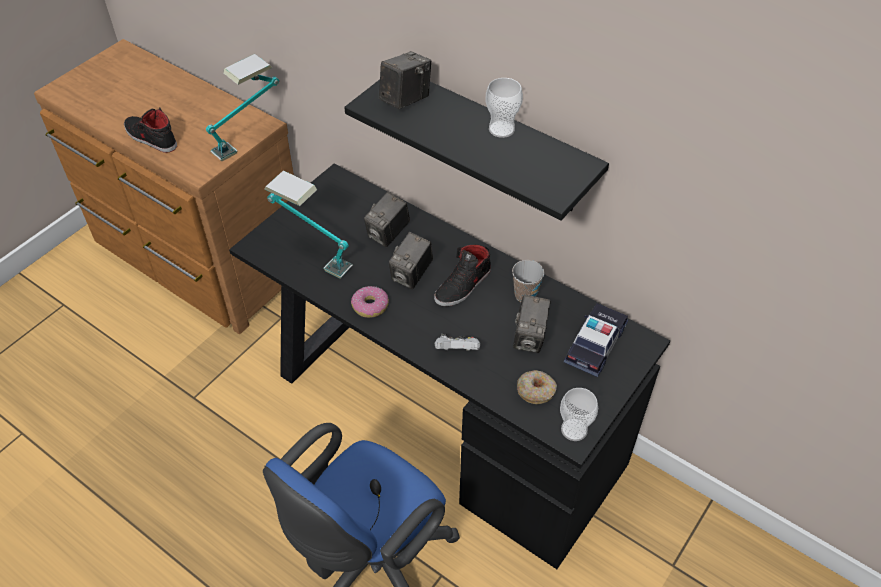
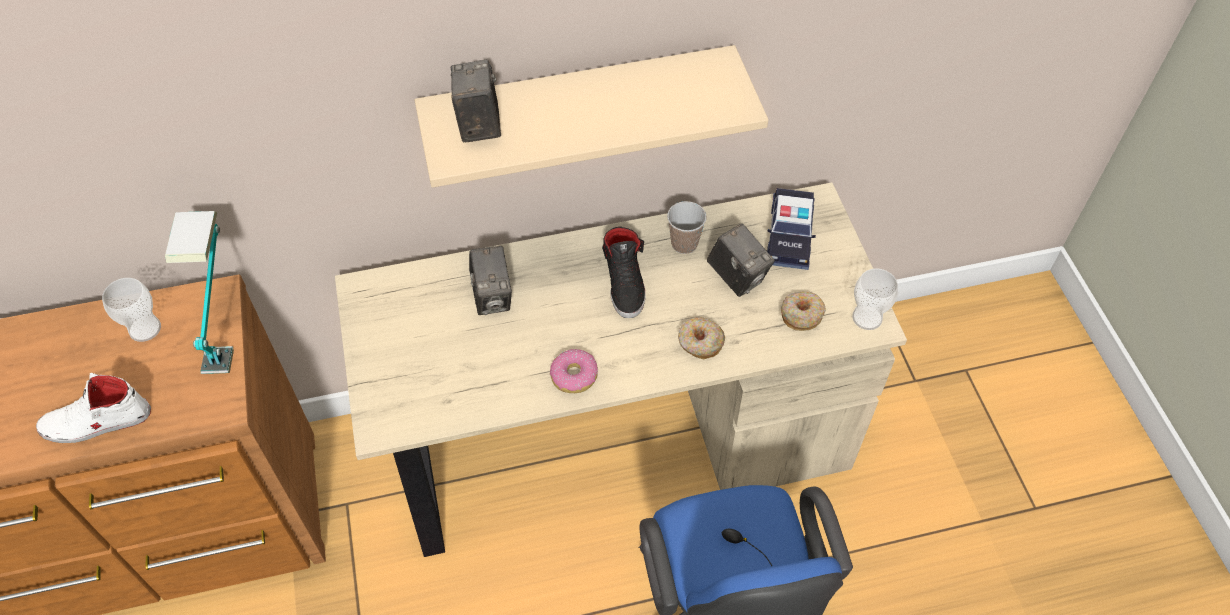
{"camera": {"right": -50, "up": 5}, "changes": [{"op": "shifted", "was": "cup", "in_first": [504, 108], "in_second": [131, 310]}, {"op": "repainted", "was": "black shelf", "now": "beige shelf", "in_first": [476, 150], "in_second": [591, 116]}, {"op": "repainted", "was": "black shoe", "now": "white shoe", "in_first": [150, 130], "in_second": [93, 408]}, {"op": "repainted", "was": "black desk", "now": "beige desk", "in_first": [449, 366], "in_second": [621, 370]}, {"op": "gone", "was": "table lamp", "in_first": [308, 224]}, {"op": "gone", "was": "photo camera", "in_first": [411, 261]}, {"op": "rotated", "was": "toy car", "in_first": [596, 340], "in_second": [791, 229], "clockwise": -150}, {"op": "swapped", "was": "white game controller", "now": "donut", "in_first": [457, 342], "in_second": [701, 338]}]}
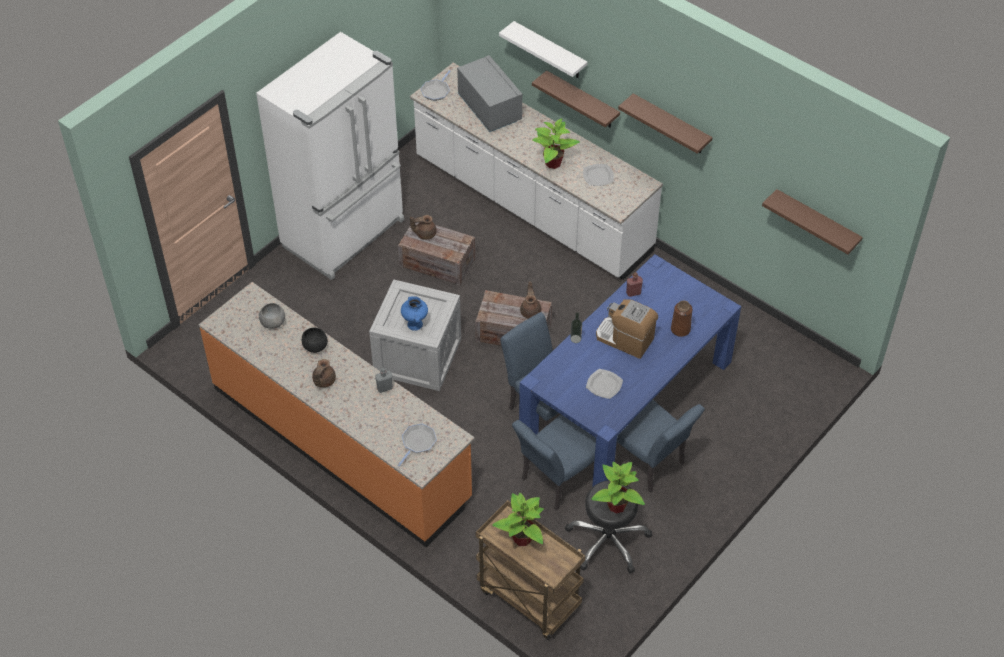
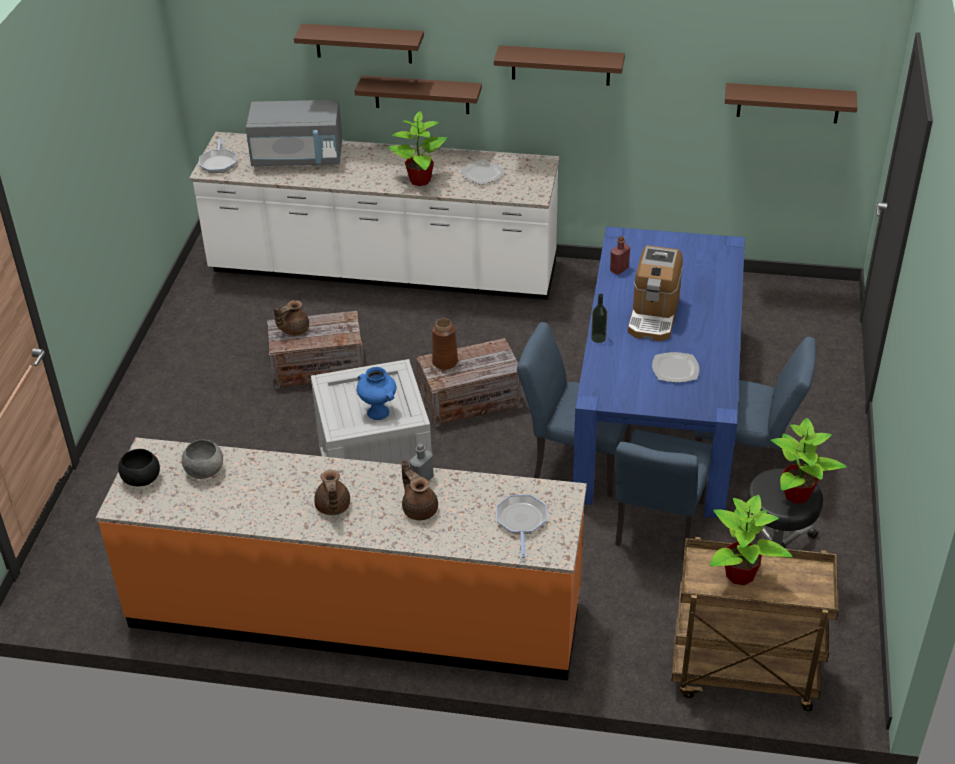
{"camera": {"right": -30, "up": -10}, "changes": [{"op": "repainted", "was": "white shelf", "now": "brown shelf", "in_first": [543, 49], "in_second": [359, 43]}, {"op": "gone", "was": "white fridge", "in_first": [330, 156]}, {"op": "rotated", "was": "grey microwave", "in_first": [489, 93], "in_second": [294, 133], "clockwise": 150}, {"op": "shifted", "was": "brown teapot", "in_first": [530, 300], "in_second": [420, 490]}, {"op": "rotated", "was": "coffee machine", "in_first": [627, 329], "in_second": [655, 293], "clockwise": -75}, {"op": "shifted", "was": "brown vase", "in_first": [681, 318], "in_second": [445, 344]}, {"op": "shifted", "was": "black bowl", "in_first": [315, 340], "in_second": [139, 467]}]}
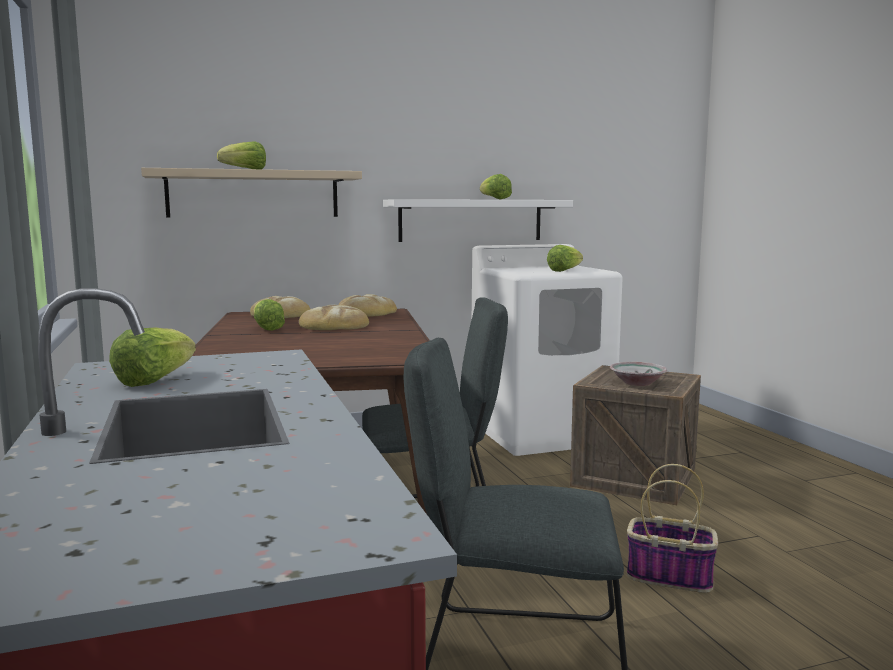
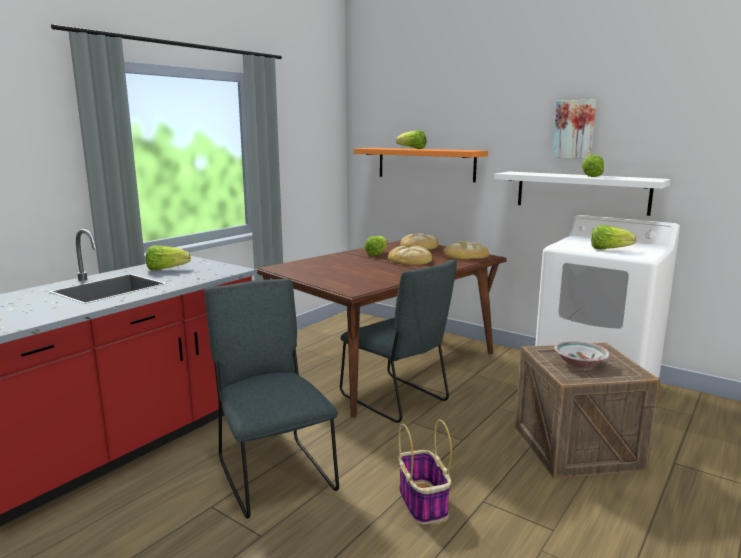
{"camera": {"right": 55, "up": 5}, "changes": [{"op": "repainted", "was": "beige shelf", "now": "orange shelf", "in_first": [251, 192], "in_second": [421, 165]}, {"op": "new", "now": "picture", "in_second": [574, 129]}]}
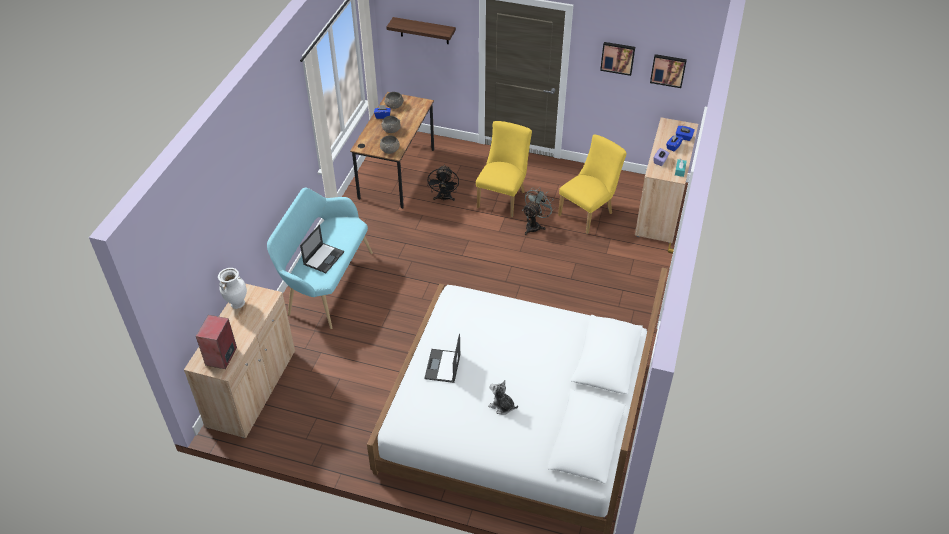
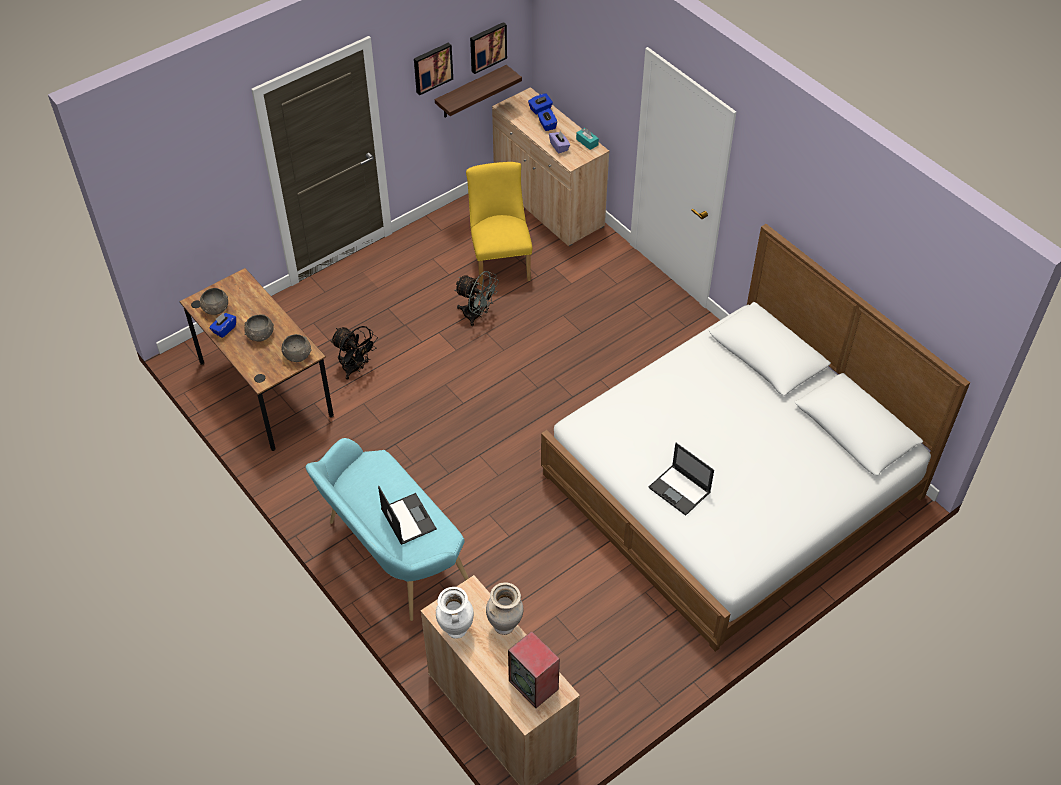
{"camera": {"right": -55, "up": 5}, "changes": [{"op": "shifted", "was": "shelf", "in_first": [421, 30], "in_second": [478, 91]}, {"op": "gone", "was": "yellow chair", "in_first": [504, 169]}, {"op": "rotated", "was": "grey fan", "in_first": [538, 211], "in_second": [477, 298], "clockwise": 135}, {"op": "gone", "was": "plush toy", "in_first": [503, 397]}, {"op": "new", "now": "beige vase", "in_second": [504, 608]}]}
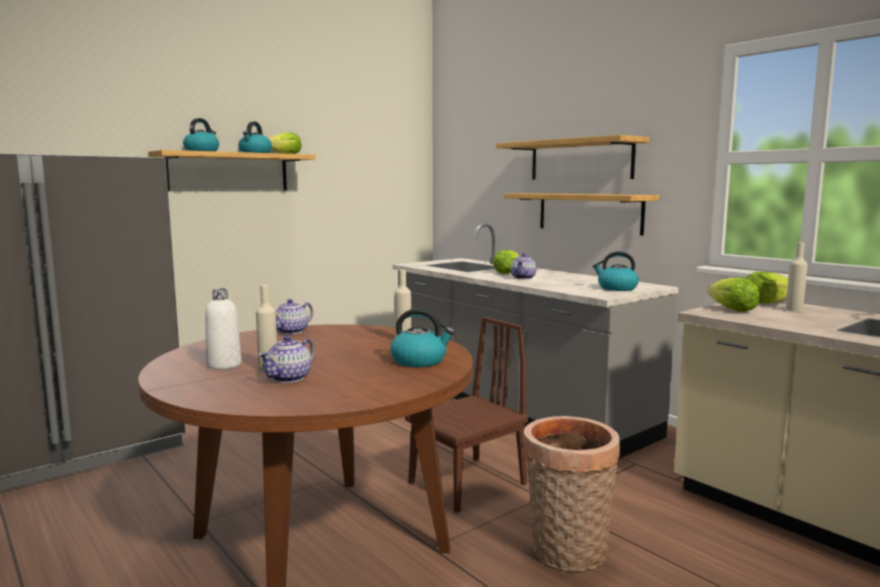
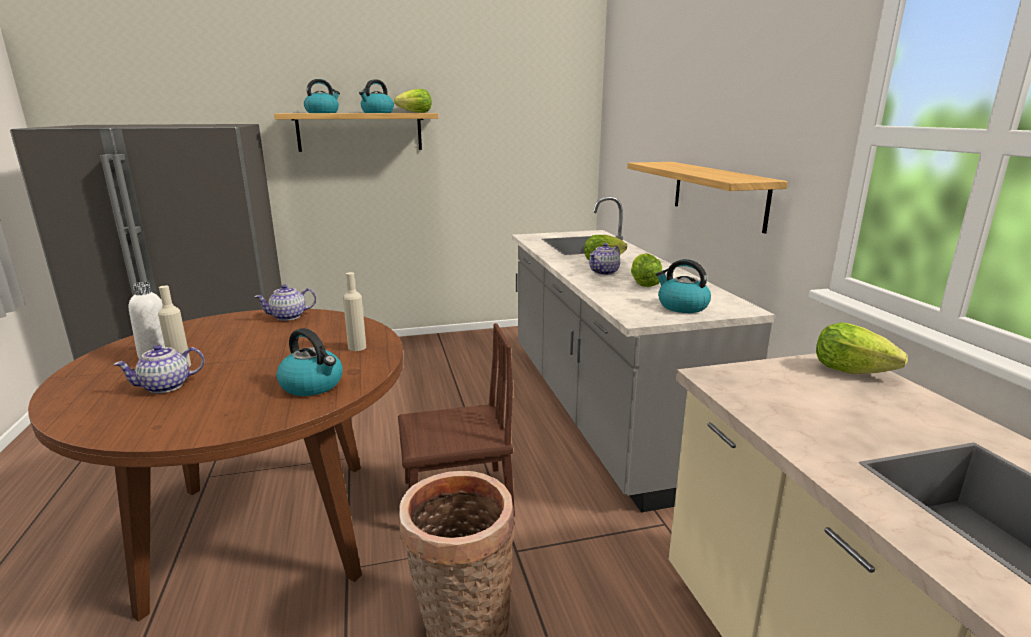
{"camera": {"right": 25, "up": 10}, "changes": [{"op": "gone", "was": "shelf", "in_first": [572, 157]}, {"op": "gone", "was": "beige bottle", "in_first": [796, 277]}, {"op": "shifted", "was": "lettuce", "in_first": [733, 294], "in_second": [646, 270]}]}
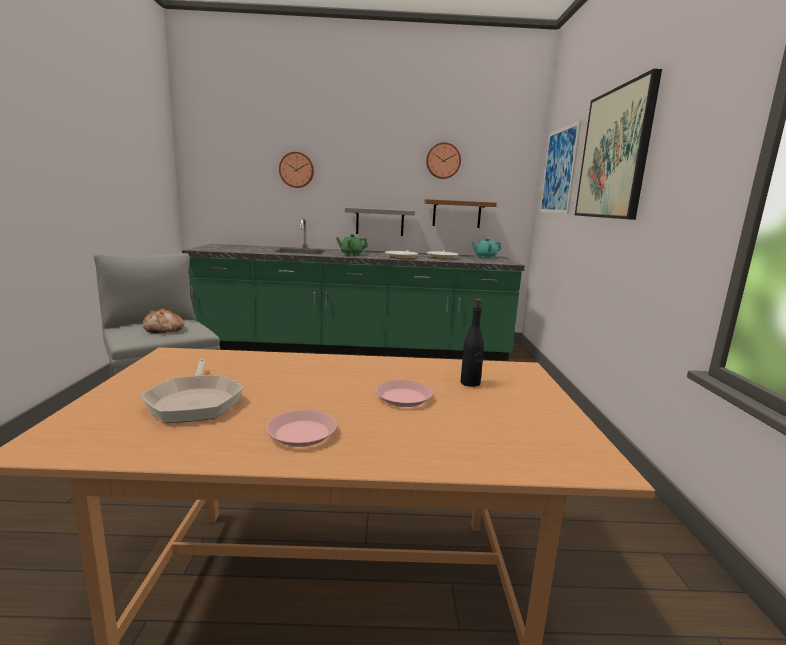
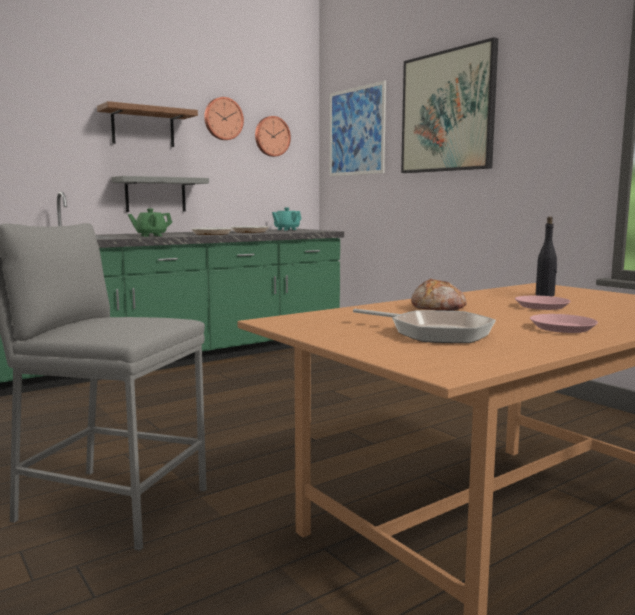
{"camera": {"right": -35, "up": -5}, "changes": [{"op": "shifted", "was": "wall clock", "in_first": [296, 170], "in_second": [273, 136]}, {"op": "shifted", "was": "brown shelf", "in_first": [460, 213], "in_second": [147, 124]}, {"op": "shifted", "was": "bread", "in_first": [163, 321], "in_second": [439, 294]}]}
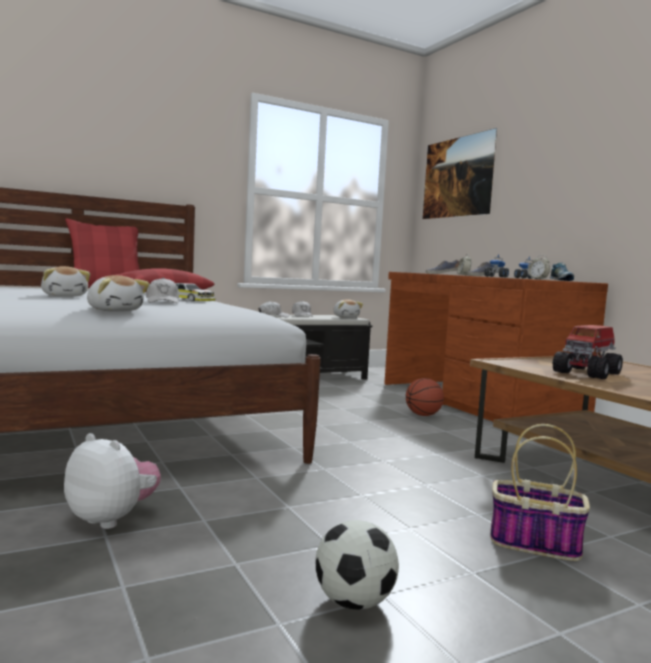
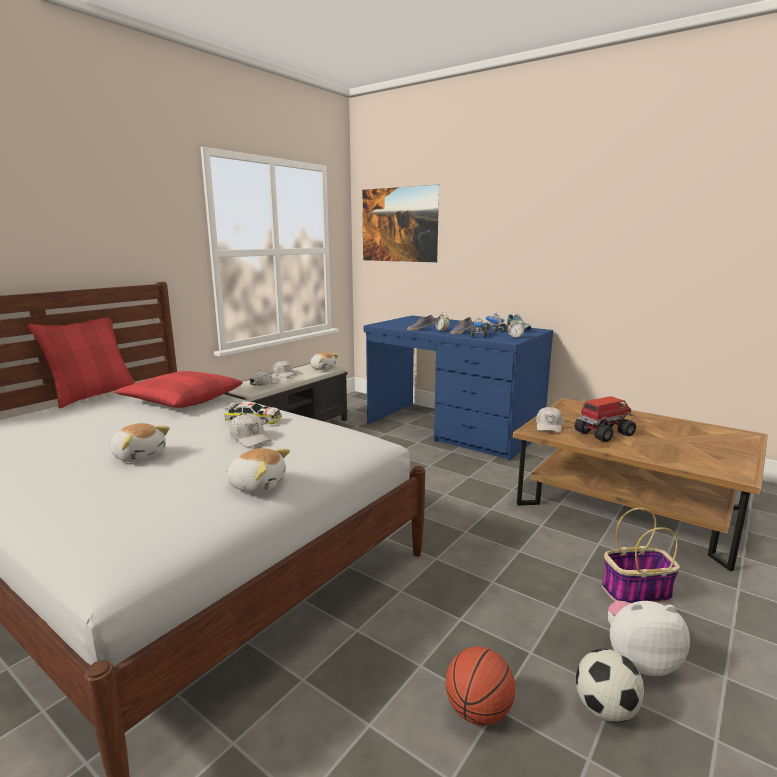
{"camera": {"right": -25, "up": 10}, "changes": [{"op": "repainted", "was": "brown desk", "now": "blue desk", "in_first": [496, 346], "in_second": [458, 388]}, {"op": "rotated", "was": "toy truck", "in_first": [588, 352], "in_second": [605, 419], "clockwise": -135}, {"op": "shifted", "was": "basketball", "in_first": [425, 397], "in_second": [480, 686]}, {"op": "shifted", "was": "plush toy", "in_first": [112, 481], "in_second": [649, 638]}, {"op": "new", "now": "white cap", "in_second": [549, 420]}]}
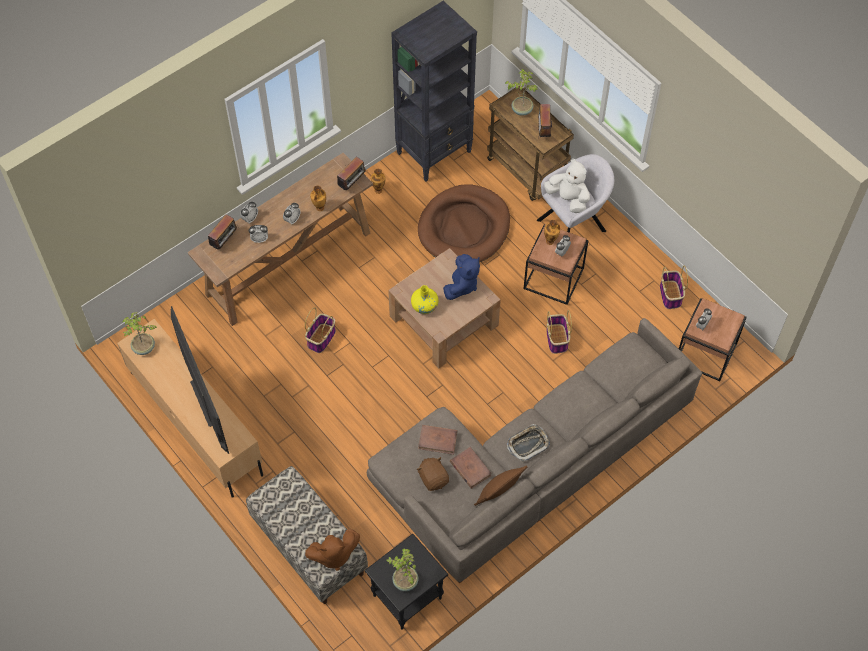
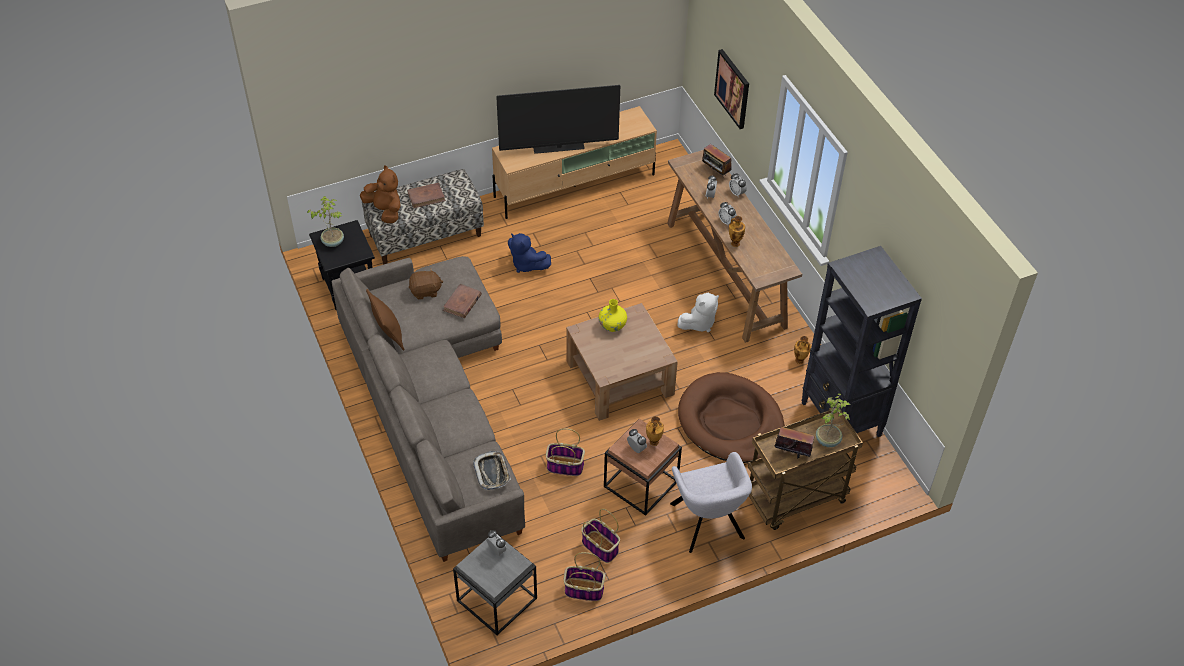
{"camera": {"right": 105, "up": -10}, "changes": [{"op": "gone", "was": "radio", "in_first": [351, 173]}, {"op": "shifted", "was": "white plush toy", "in_first": [567, 185], "in_second": [698, 312]}, {"op": "shifted", "was": "blue plush toy", "in_first": [461, 277], "in_second": [529, 253]}, {"op": "repainted", "was": "brown side table", "now": "grey side table", "in_first": [713, 339], "in_second": [495, 586]}, {"op": "shifted", "was": "basket", "in_first": [320, 330], "in_second": [600, 535]}, {"op": "gone", "was": "potted plant", "in_first": [140, 333]}, {"op": "shifted", "was": "tray", "in_first": [528, 443], "in_second": [492, 470]}, {"op": "shifted", "was": "brown book", "in_first": [471, 468], "in_second": [426, 195]}, {"op": "rotated", "was": "brown plush toy", "in_first": [332, 550], "in_second": [380, 194], "clockwise": 135}, {"op": "new", "now": "picture", "in_second": [731, 89]}]}
